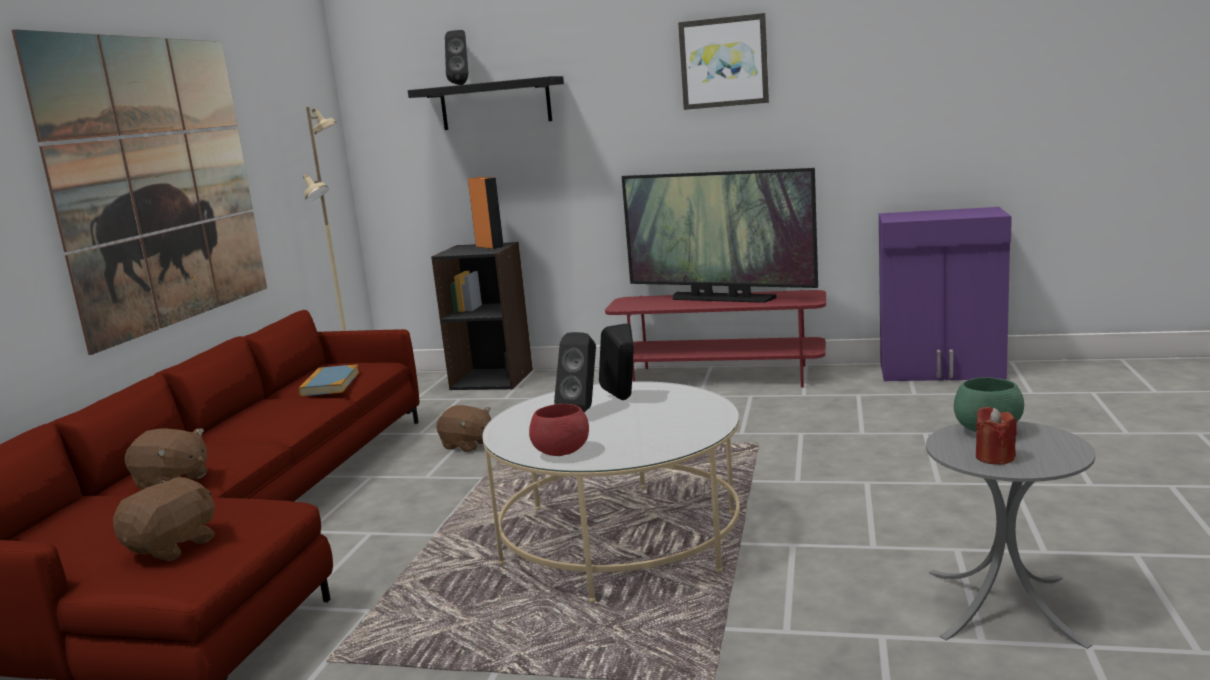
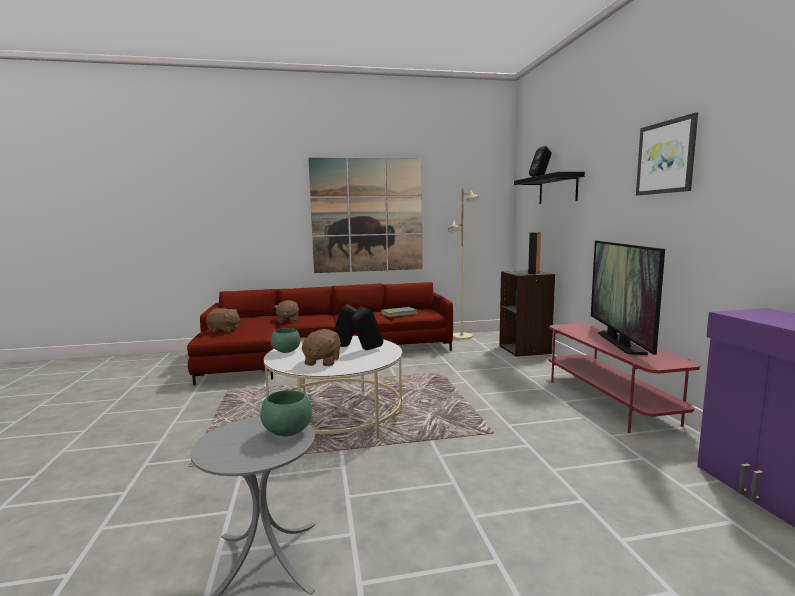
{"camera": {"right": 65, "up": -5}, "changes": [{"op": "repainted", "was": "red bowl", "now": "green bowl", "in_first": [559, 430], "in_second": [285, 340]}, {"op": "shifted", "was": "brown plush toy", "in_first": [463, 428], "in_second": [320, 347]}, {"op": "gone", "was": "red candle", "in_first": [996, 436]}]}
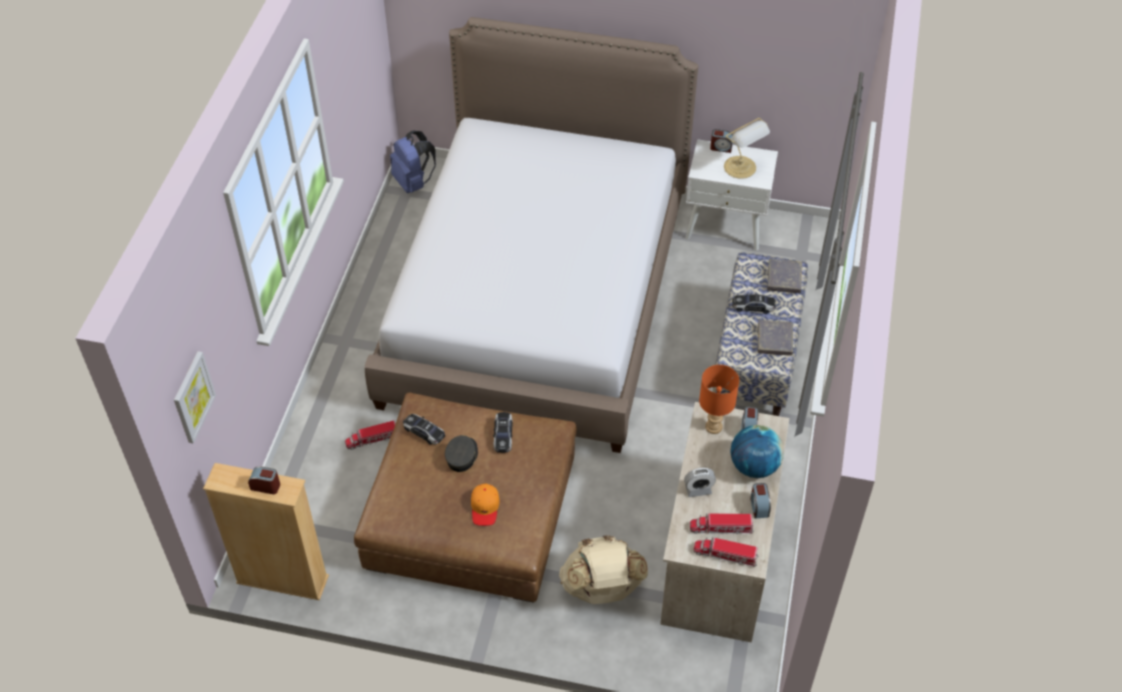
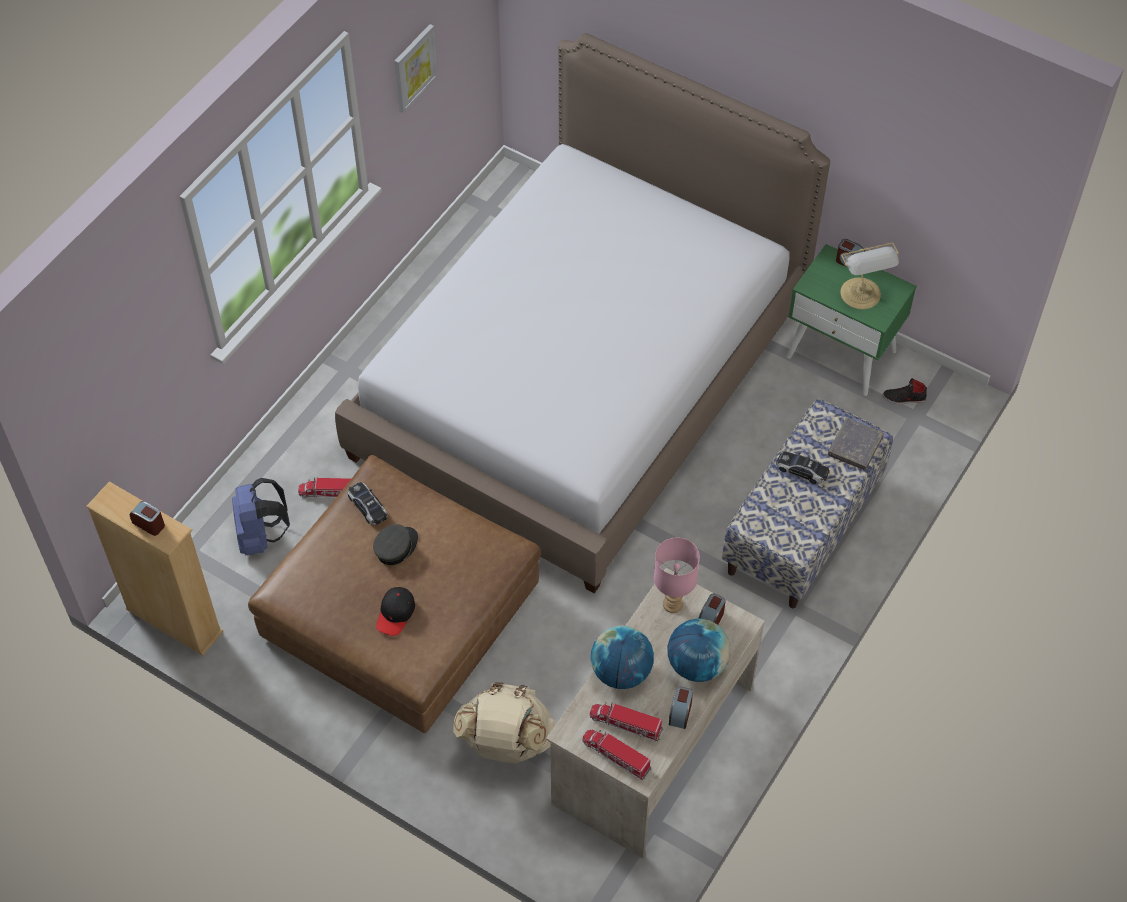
{"camera": {"right": 20, "up": 5}, "changes": [{"op": "shifted", "was": "blue backpack", "in_first": [413, 161], "in_second": [261, 517]}, {"op": "repainted", "was": "white nightstand", "now": "green nightstand", "in_first": [732, 194], "in_second": [851, 320]}, {"op": "gone", "was": "grey book", "in_first": [775, 338]}, {"op": "shifted", "was": "picture", "in_first": [195, 397], "in_second": [416, 68]}, {"op": "repainted", "was": "orange table lamp", "now": "pink table lamp", "in_first": [719, 399], "in_second": [677, 575]}, {"op": "gone", "was": "toy car", "in_first": [503, 432]}, {"op": "swapped", "was": "alarm clock", "now": "globe", "in_first": [700, 482], "in_second": [622, 657]}, {"op": "repainted", "was": "orange cap", "now": "black cap", "in_first": [485, 505], "in_second": [395, 611]}, {"op": "new", "now": "black shoe", "in_second": [905, 391]}]}
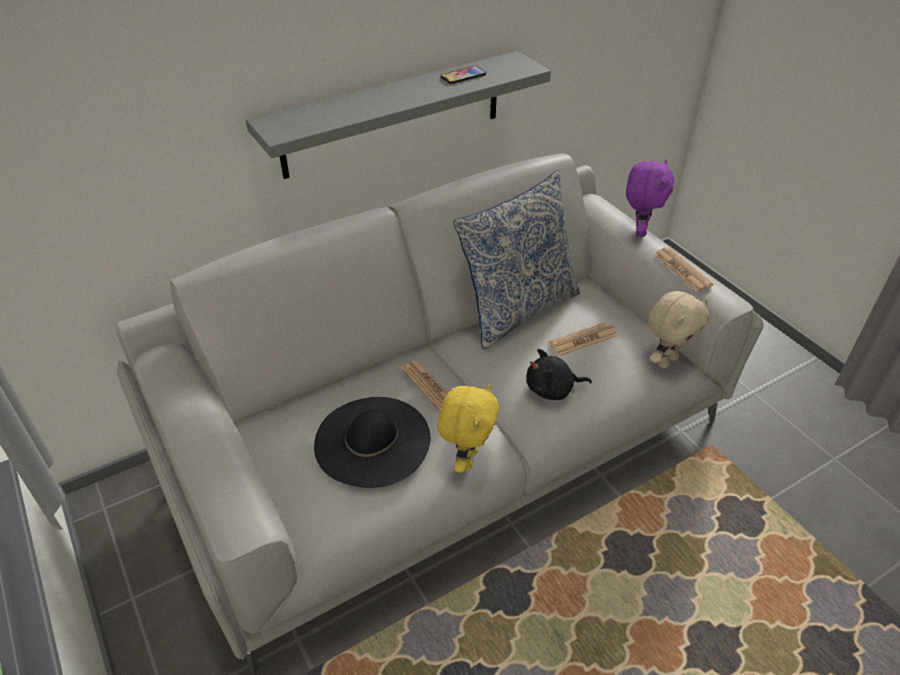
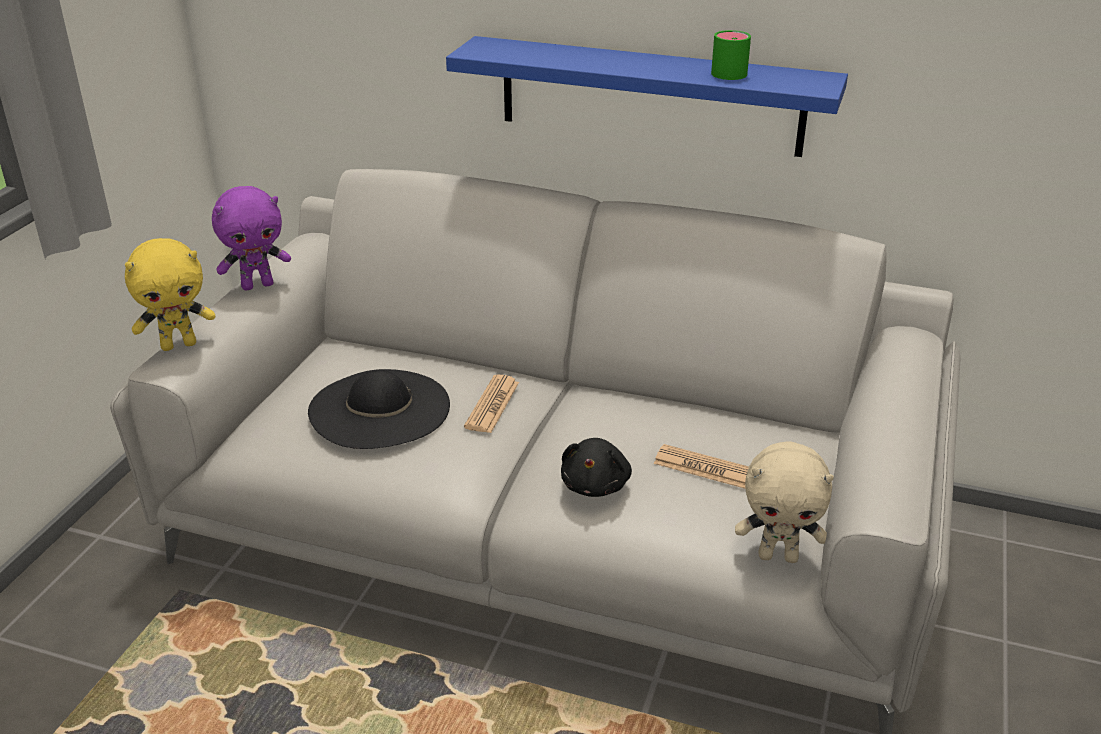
{"camera": {"right": 50, "up": -10}, "changes": [{"op": "repainted", "was": "grey shelf", "now": "blue shelf", "in_first": [398, 115], "in_second": [647, 96]}, {"op": "swapped", "was": "phone", "now": "green mug", "in_first": [463, 75], "in_second": [731, 55]}, {"op": "shifted", "was": "purple plush toy", "in_first": [650, 198], "in_second": [251, 238]}, {"op": "gone", "was": "pillow", "in_first": [516, 260]}, {"op": "gone", "was": "newspaper", "in_first": [683, 269]}, {"op": "rotated", "was": "black plush toy", "in_first": [559, 374], "in_second": [596, 467], "clockwise": -120}, {"op": "shifted", "was": "yellow plush toy", "in_first": [468, 428], "in_second": [170, 294]}]}
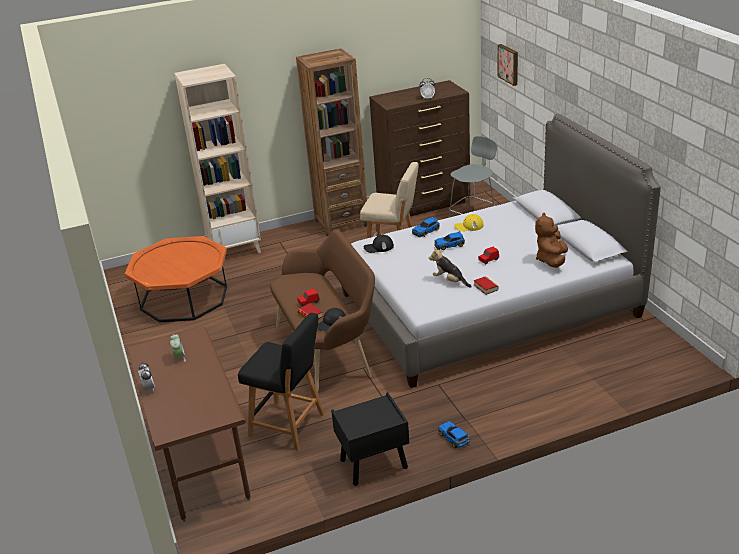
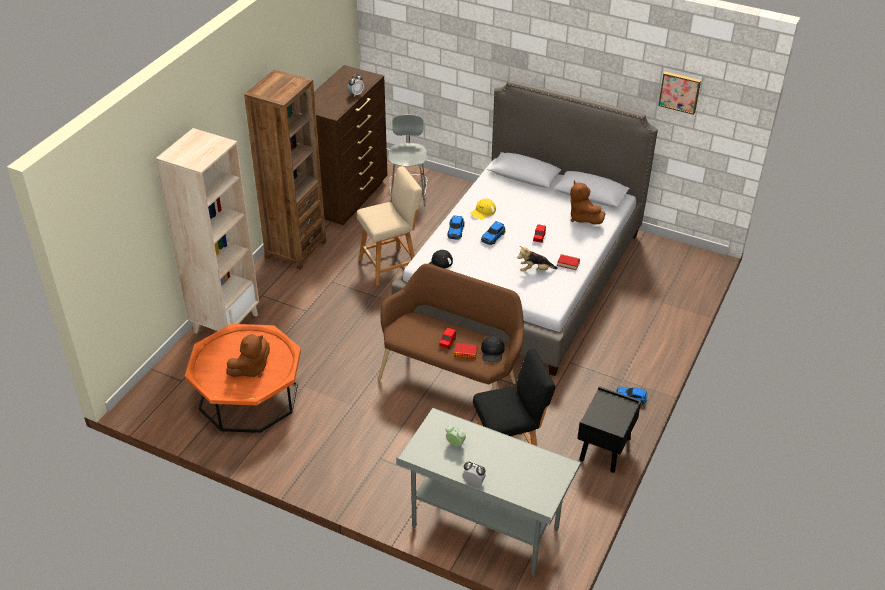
{"camera": {"right": -45, "up": 10}, "changes": [{"op": "shifted", "was": "picture", "in_first": [508, 65], "in_second": [679, 93]}, {"op": "repainted", "was": "brown desk", "now": "grey desk", "in_first": [188, 424], "in_second": [488, 492]}, {"op": "new", "now": "brown plush toy", "in_second": [248, 355]}]}
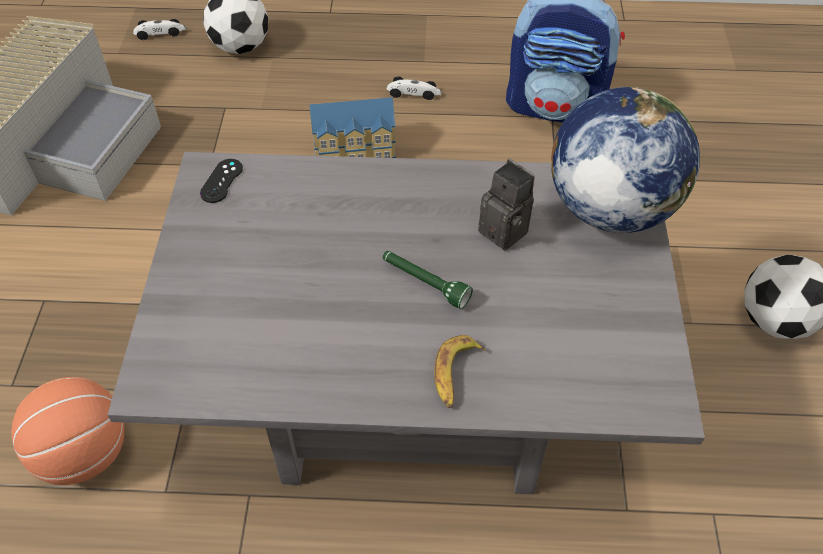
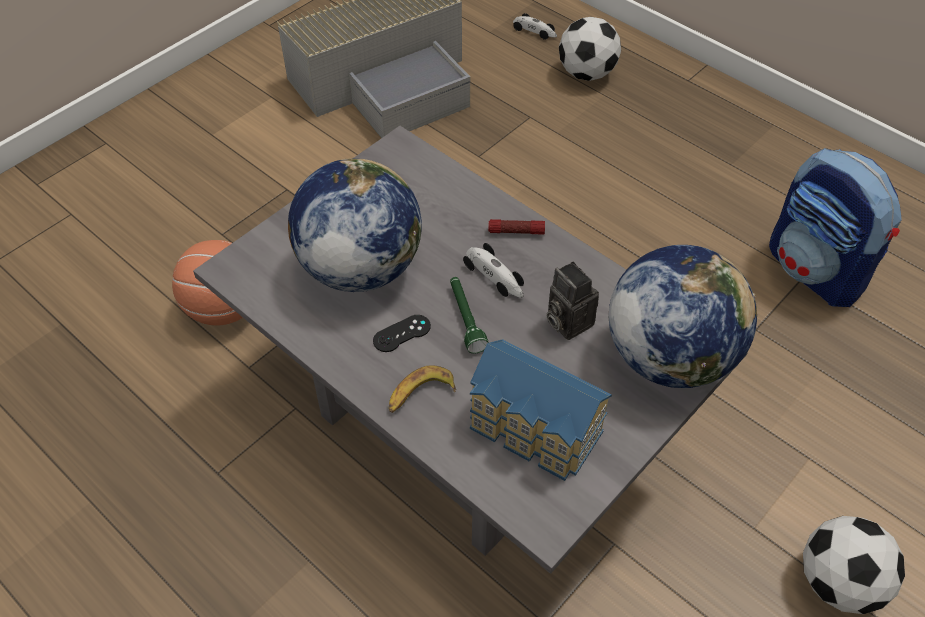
{"camera": {"right": 40, "up": 0}, "changes": [{"op": "shifted", "was": "toy car", "in_first": [414, 88], "in_second": [493, 270]}, {"op": "shifted", "was": "toy house", "in_first": [352, 127], "in_second": [541, 410]}, {"op": "shifted", "was": "black game controller", "in_first": [221, 181], "in_second": [402, 333]}, {"op": "rotated", "was": "photo camera", "in_first": [506, 205], "in_second": [572, 301], "clockwise": 150}, {"op": "new", "now": "globe", "in_second": [355, 225]}, {"op": "new", "now": "flashlight", "in_second": [516, 227]}]}
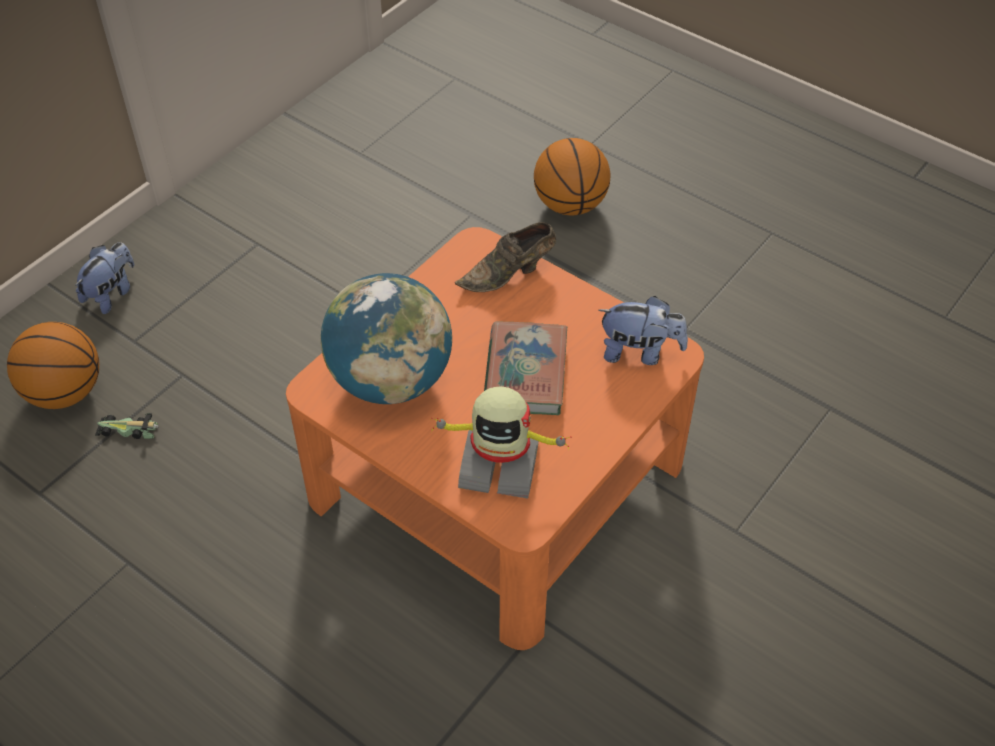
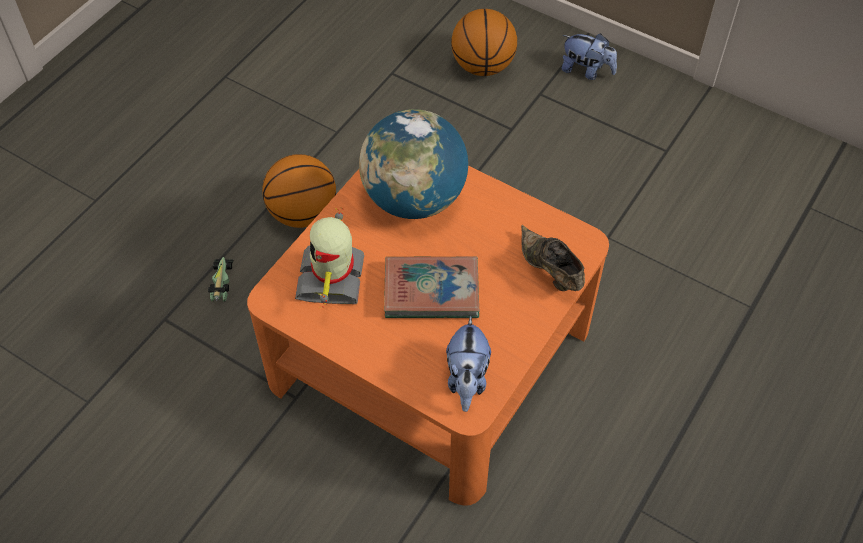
{"camera": {"right": 85, "up": 5}, "changes": [{"op": "shifted", "was": "basketball", "in_first": [572, 177], "in_second": [299, 191]}, {"op": "shifted", "was": "toy car", "in_first": [127, 426], "in_second": [220, 279]}]}
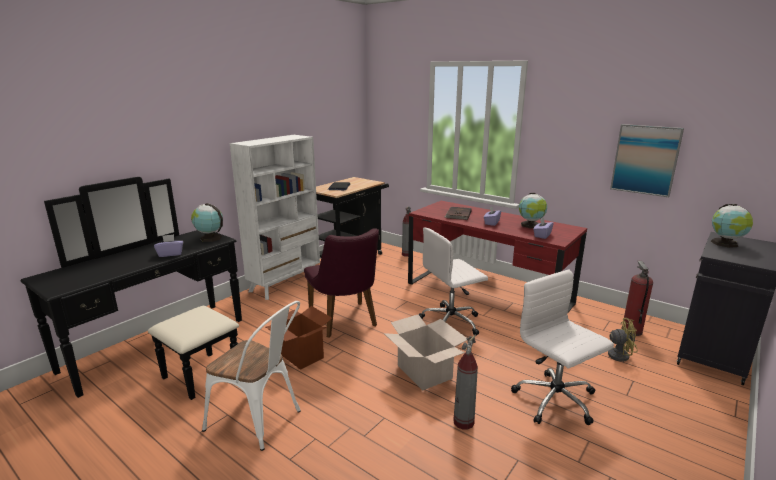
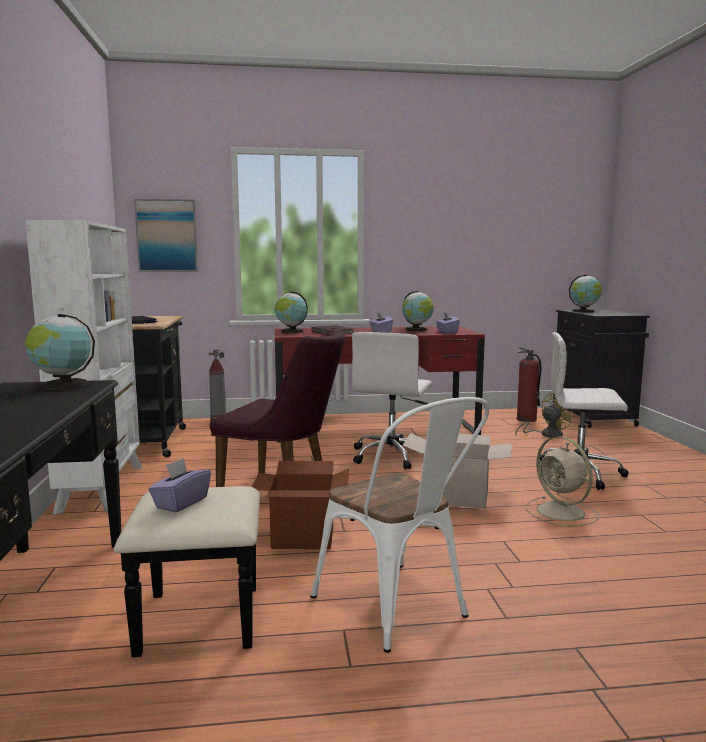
{"camera": {"right": -45, "up": -10}, "changes": [{"op": "shifted", "was": "picture", "in_first": [647, 160], "in_second": [166, 235]}, {"op": "shifted", "was": "purple tissue box", "in_first": [168, 245], "in_second": [179, 485]}, {"op": "rotated", "was": "white chair", "in_first": [251, 376], "in_second": [400, 525], "clockwise": 75}, {"op": "swapped", "was": "fire extinguisher", "now": "beige fan", "in_first": [465, 382], "in_second": [563, 481]}, {"op": "new", "now": "globe", "in_second": [291, 312]}]}
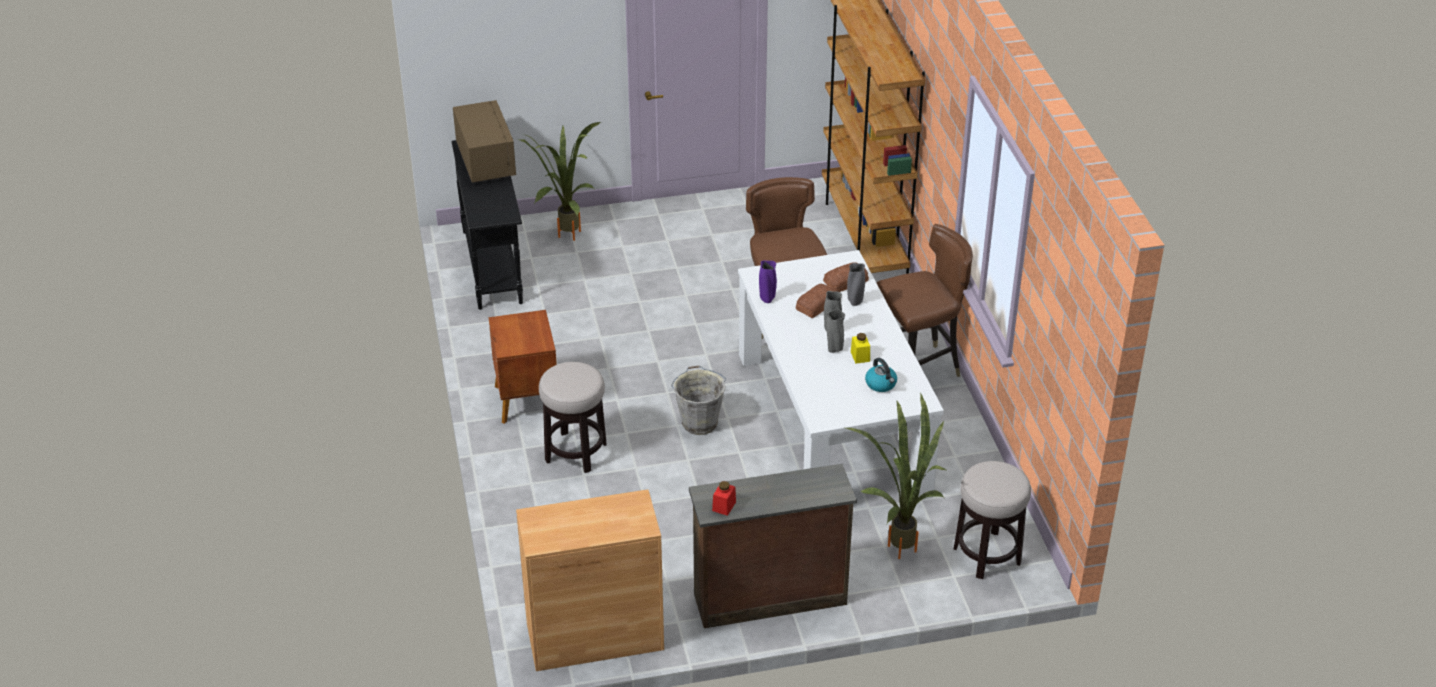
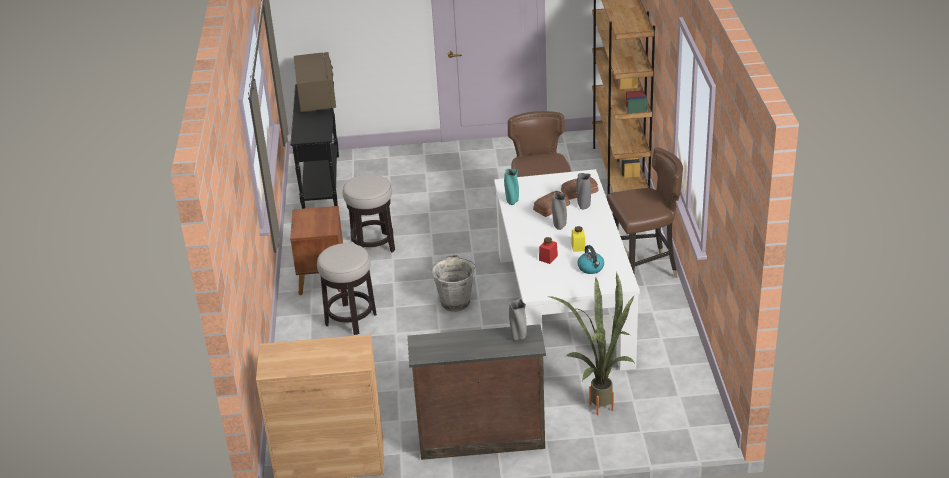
{"camera": {"right": 10, "up": -5}, "changes": [{"op": "gone", "was": "potted plant", "in_first": [559, 181]}, {"op": "repainted", "was": "purple vase", "now": "turquoise vase", "in_first": [768, 281], "in_second": [511, 187]}, {"op": "shifted", "was": "grey vase", "in_first": [835, 331], "in_second": [518, 320]}, {"op": "shifted", "was": "stool", "in_first": [992, 520], "in_second": [369, 213]}, {"op": "shifted", "was": "red jar", "in_first": [724, 498], "in_second": [548, 250]}]}
